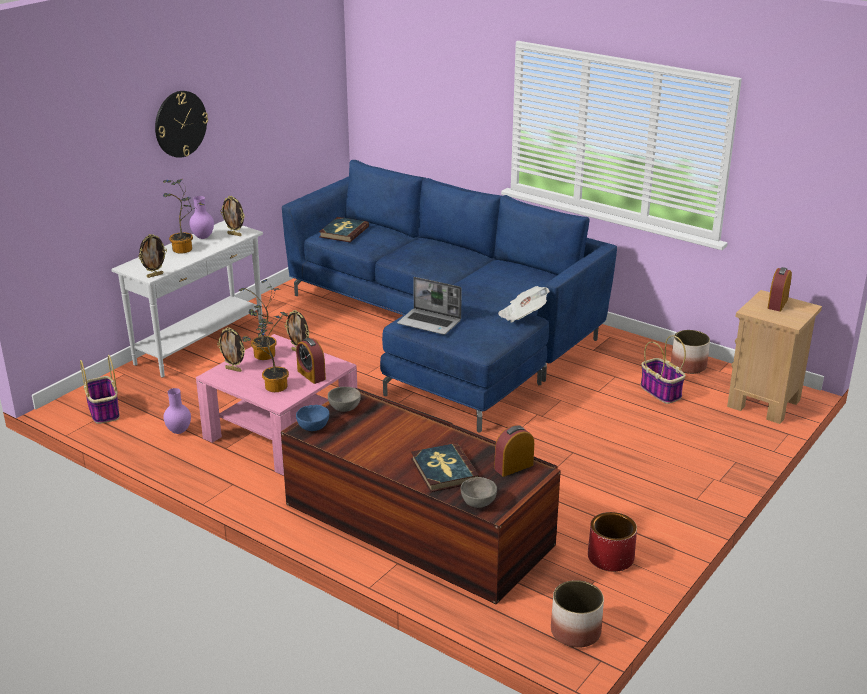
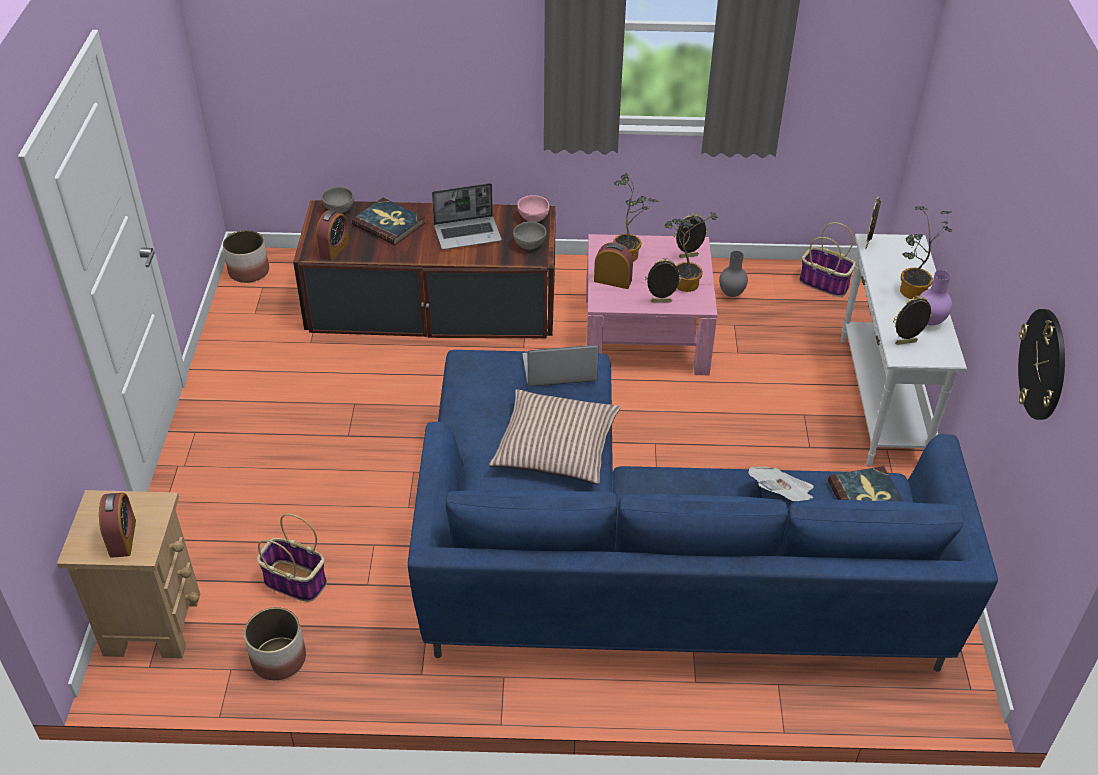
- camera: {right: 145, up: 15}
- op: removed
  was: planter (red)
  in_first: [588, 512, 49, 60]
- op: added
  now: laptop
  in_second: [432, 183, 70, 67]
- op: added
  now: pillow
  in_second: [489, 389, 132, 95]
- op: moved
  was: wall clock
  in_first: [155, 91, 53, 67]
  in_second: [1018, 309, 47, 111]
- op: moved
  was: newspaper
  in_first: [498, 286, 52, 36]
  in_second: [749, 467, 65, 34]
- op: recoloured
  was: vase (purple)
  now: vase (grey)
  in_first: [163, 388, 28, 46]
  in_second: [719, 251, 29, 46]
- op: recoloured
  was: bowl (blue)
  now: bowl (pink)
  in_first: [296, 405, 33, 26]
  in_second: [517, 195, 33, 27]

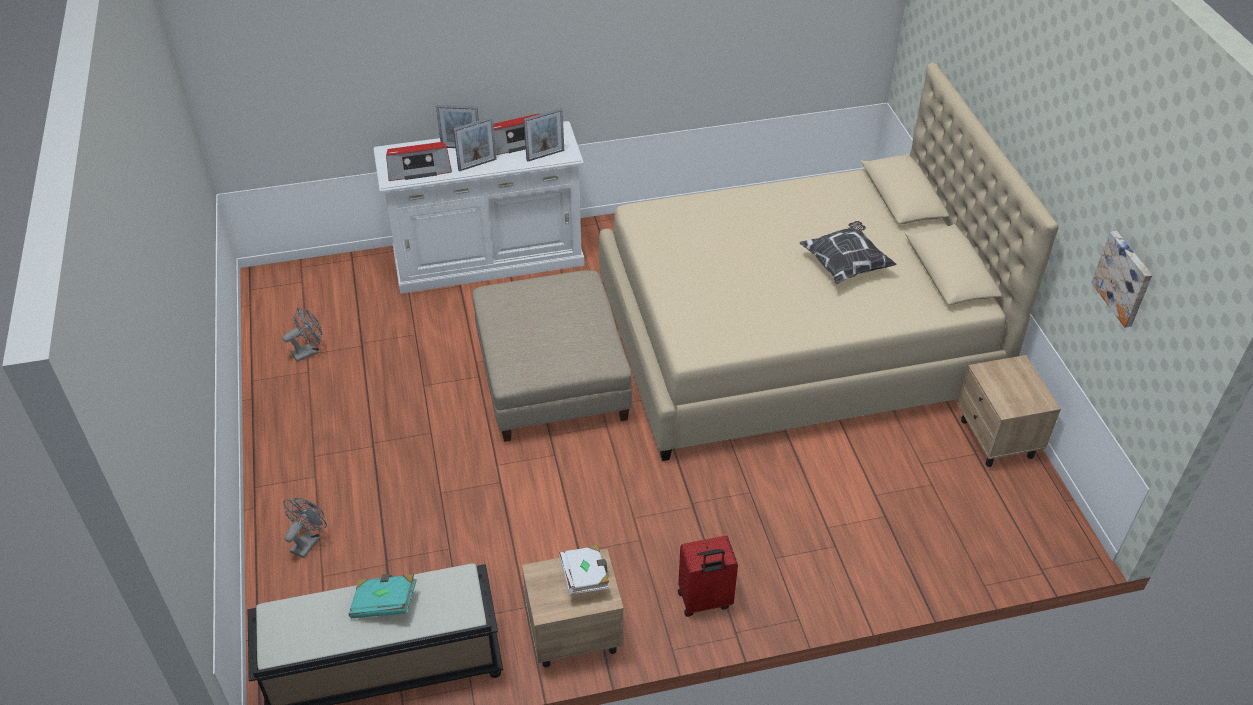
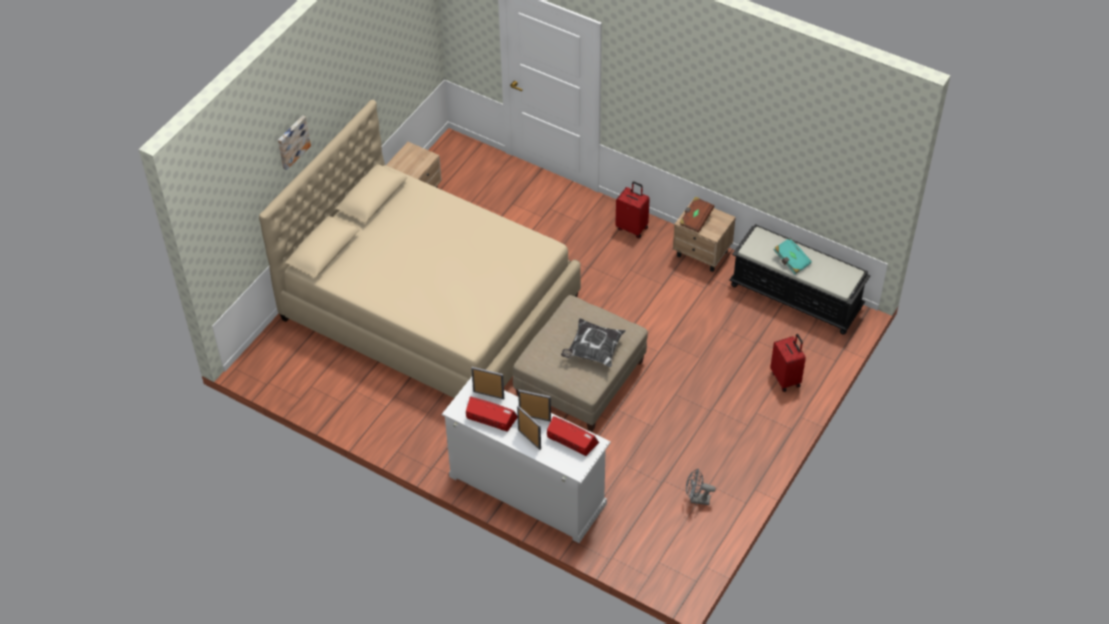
- camera: {right: -135, up: 5}
- op: moved
  was: pillow
  in_first: [799, 221, 98, 64]
  in_second: [561, 318, 65, 49]
- op: moved
  was: picture
  in_first: [1091, 231, 61, 97]
  in_second: [278, 115, 33, 55]
- op: replaced
  was: fan (grey)
  now: suitcase (red)
  in_first: [283, 497, 44, 61]
  in_second: [771, 334, 35, 58]
- op: recoloured
  was: book (white)
  now: book (brown)
  in_first: [559, 545, 50, 50]
  in_second: [679, 196, 36, 37]

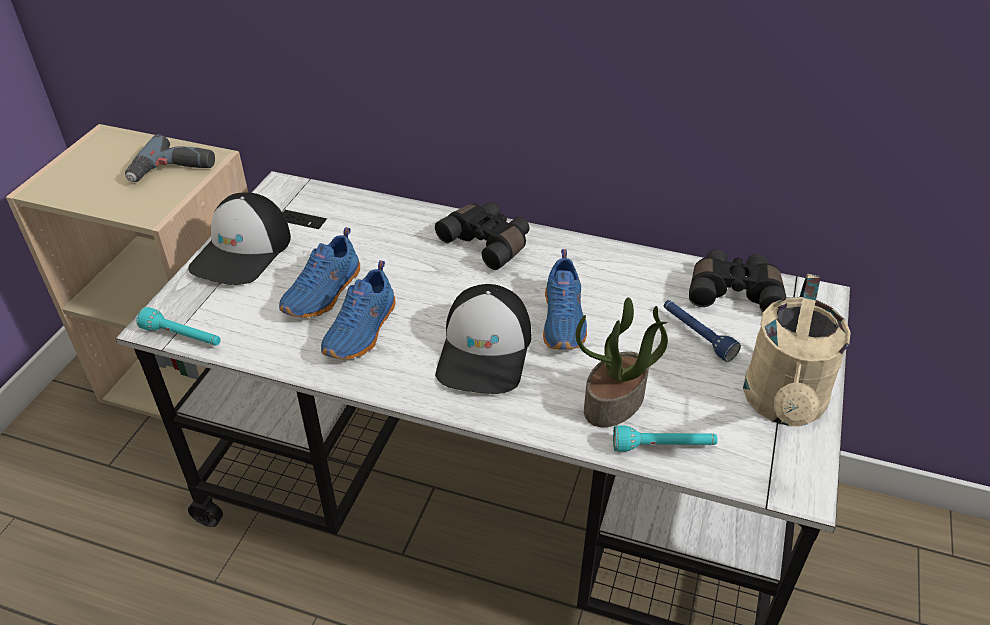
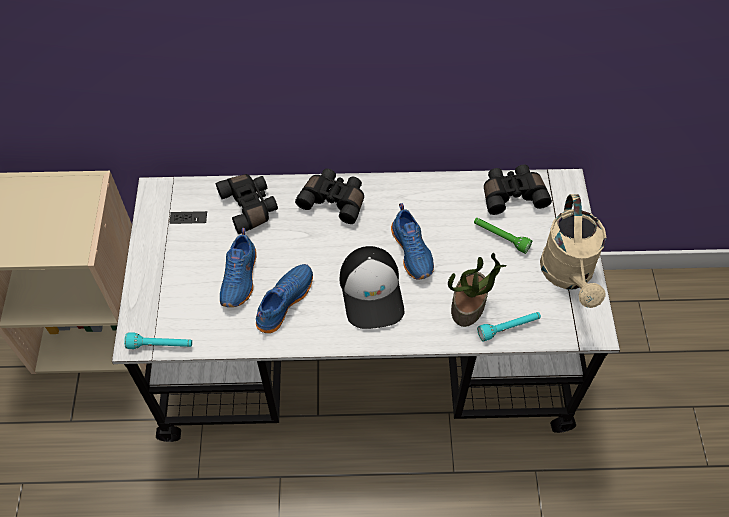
- camera: {right: -20, up: 15}
- op: removed
  was: power drill
  in_first: [125, 134, 90, 48]
- op: removed
  was: cap
  in_first: [188, 192, 103, 93]
- op: added
  now: binoculars (black)
  in_second: [216, 174, 62, 60]
- op: recoloured
  was: flashlight (blue)
  now: flashlight (green)
  in_first: [664, 300, 77, 62]
  in_second: [474, 218, 58, 36]
- op: turned
  was: shoe (blue)
  in_first: [321, 260, 75, 99]
  in_second: [256, 264, 57, 69]
  clockwise: -150

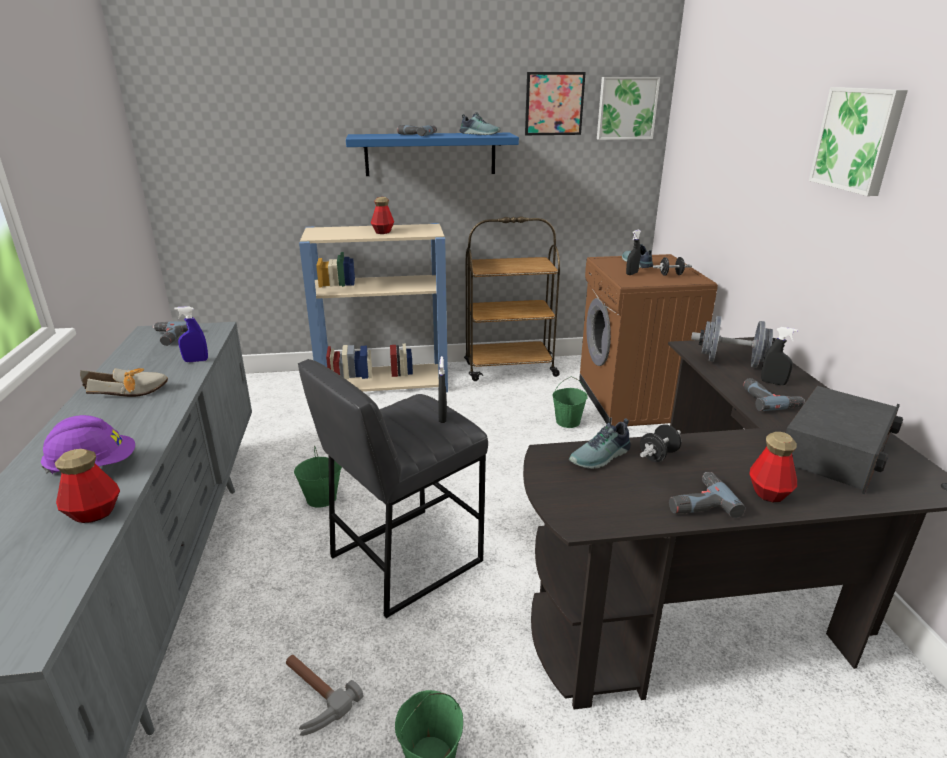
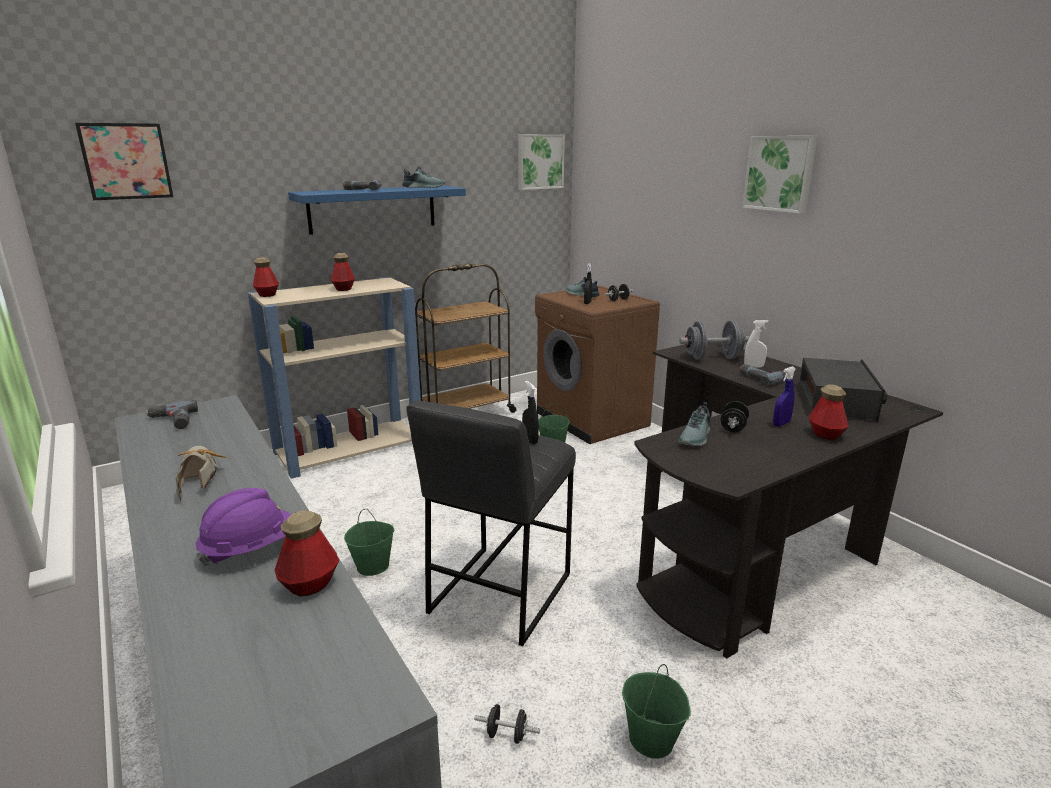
- camera: {right: -25, up: -5}
- op: removed
  was: power drill
  in_first: [669, 472, 77, 46]
- op: added
  now: bottle
  in_second: [253, 257, 26, 40]
- op: moved
  was: spray bottle (blue)
  in_first: [174, 306, 34, 56]
  in_second: [773, 366, 23, 61]
- op: moved
  was: picture
  in_first: [525, 72, 61, 63]
  in_second: [75, 123, 98, 77]
- op: replaced
  was: hammer
  now: dumbbell (black)
  in_first: [286, 654, 77, 82]
  in_second: [474, 704, 66, 40]
- op: recoloured
  was: spray bottle (black)
  now: spray bottle (white)
  in_first: [761, 327, 37, 58]
  in_second: [744, 320, 25, 48]
- op: turned
  was: shoe
  in_first: [80, 368, 88, 29]
  in_second: [176, 446, 51, 55]
  clockwise: -75

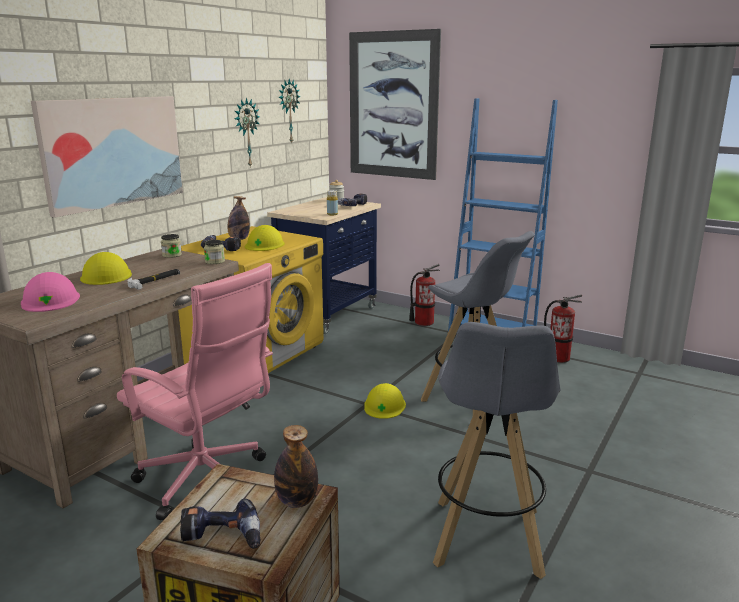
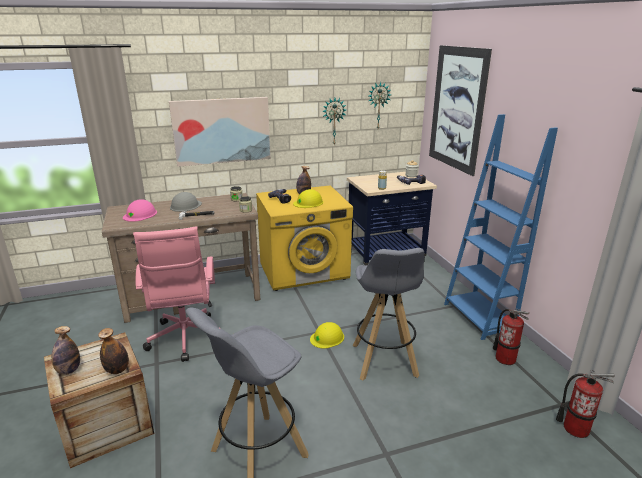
- camera: {right: 40, up: 5}
- op: moved
  was: fire extinguisher
  in_first: [409, 264, 31, 62]
  in_second: [556, 370, 59, 68]
- op: replaced
  was: power drill
  now: bottle
  in_first: [180, 499, 80, 50]
  in_second: [52, 326, 28, 49]
- op: recoloured
  was: hard hat (yellow)
  now: hard hat (grey)
  in_first: [80, 252, 52, 33]
  in_second: [170, 192, 32, 20]

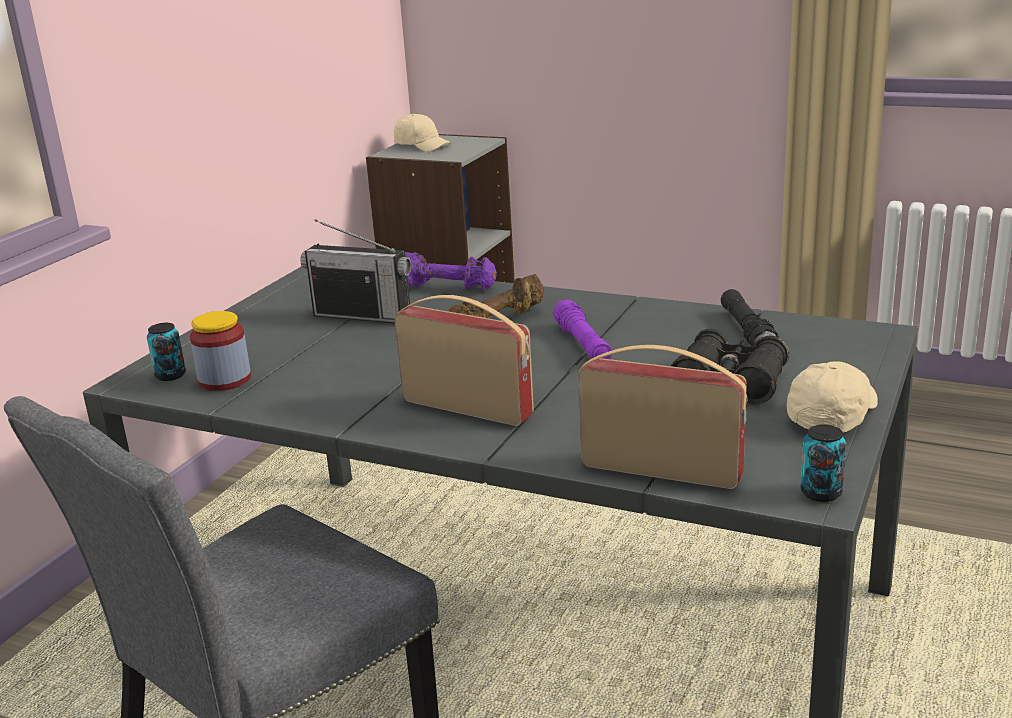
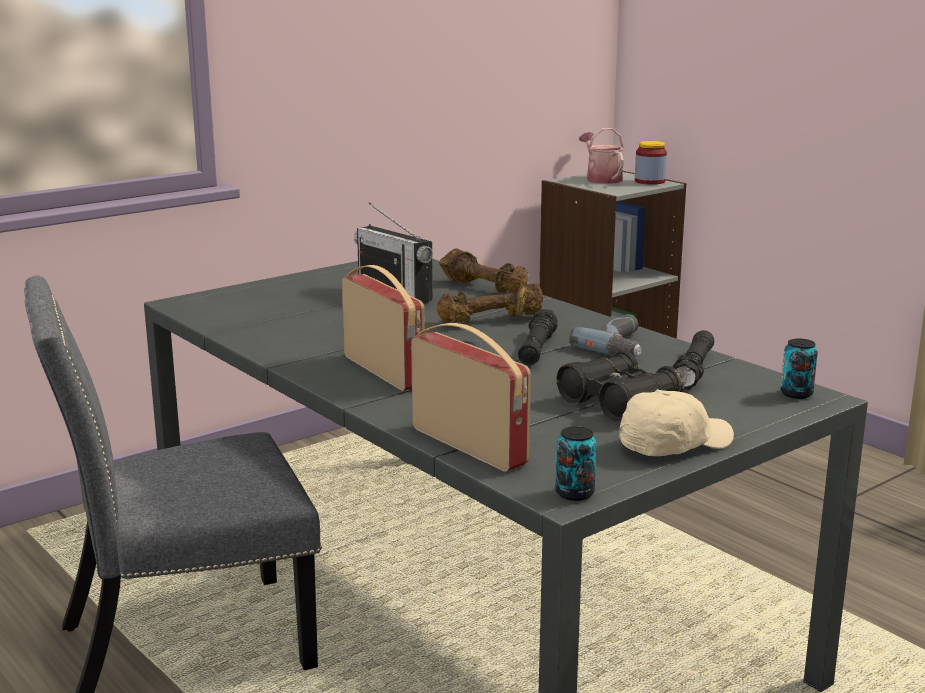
- camera: {right: 25, up: -5}
- op: added
  now: power drill
  in_second: [569, 314, 73, 43]
- op: moved
  was: can
  in_first: [147, 323, 39, 58]
  in_second: [780, 338, 38, 61]
- op: moved
  was: jar
  in_first: [190, 311, 61, 80]
  in_second: [635, 141, 32, 44]
- op: replaced
  was: cap (beige)
  now: watering can
  in_first: [394, 114, 57, 38]
  in_second: [579, 128, 45, 56]
- op: recoloured
  was: dumbbell (purple)
  now: dumbbell (brown)
  in_first: [405, 252, 92, 38]
  in_second: [439, 248, 89, 45]
- op: recoloured
  was: flashlight (purple)
  now: flashlight (black)
  in_first: [553, 300, 59, 59]
  in_second: [518, 309, 40, 56]

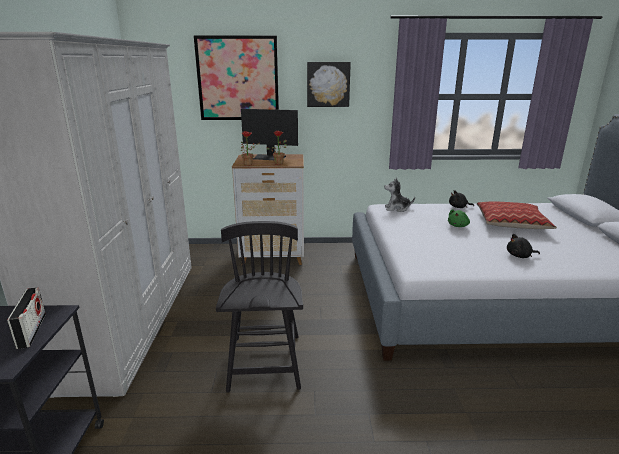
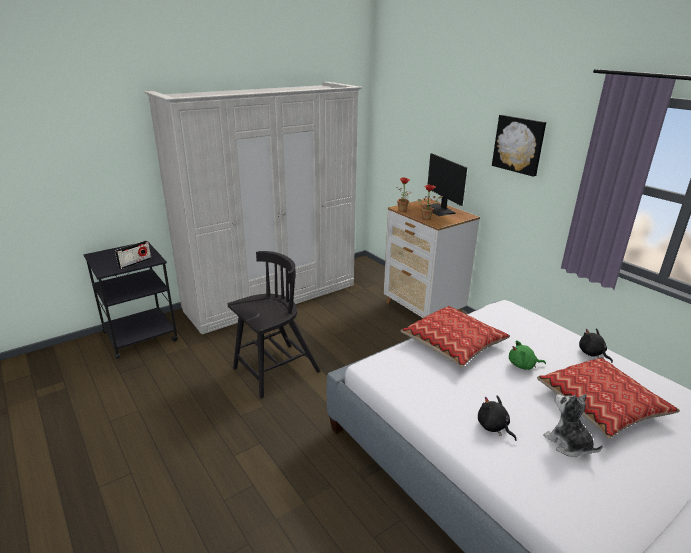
- camera: {right: 55, up: 5}
- op: removed
  was: picture
  in_first: [194, 35, 85, 85]
- op: added
  now: pillow
  in_second: [401, 306, 109, 61]
- op: moved
  was: plush toy
  in_first: [384, 178, 31, 34]
  in_second: [543, 394, 60, 63]

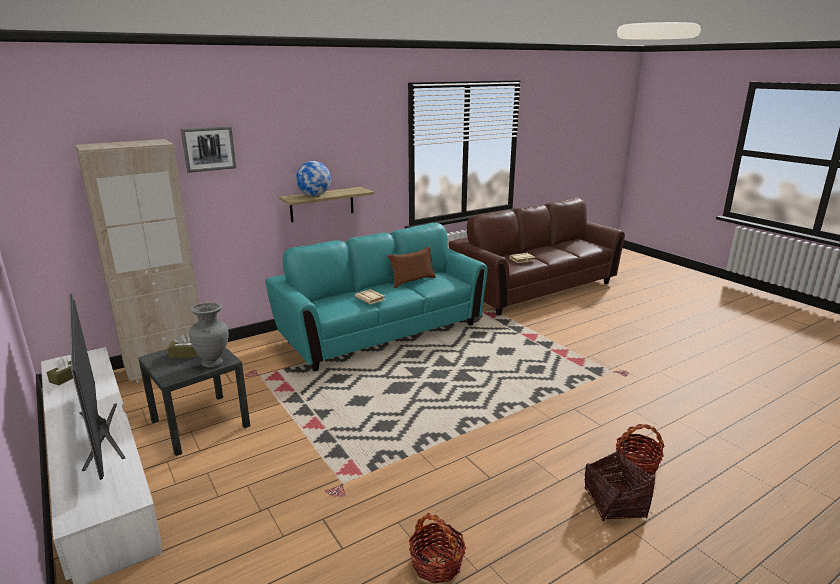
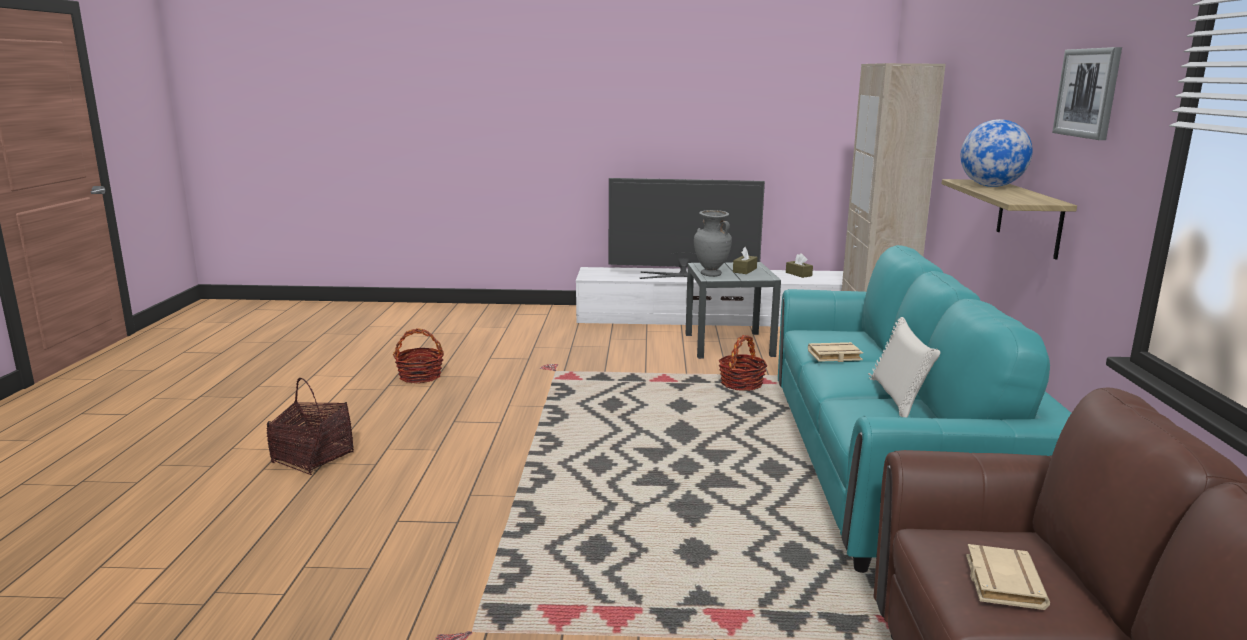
- camera: {right: 125, up: -5}
- op: moved
  was: picture
  in_first: [181, 126, 55, 47]
  in_second: [1052, 47, 70, 93]
- op: moved
  was: basket
  in_first: [616, 424, 49, 52]
  in_second: [719, 335, 48, 56]
- op: recoloured
  was: pillow (brown)
  now: pillow (white)
  in_first: [387, 246, 49, 42]
  in_second: [868, 317, 72, 100]

